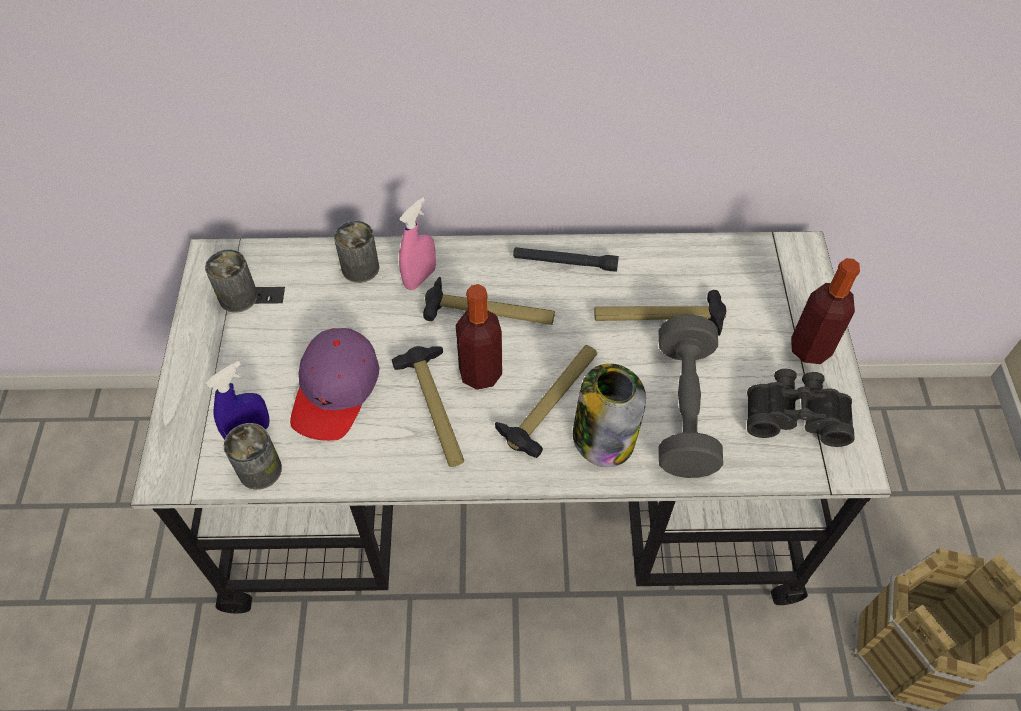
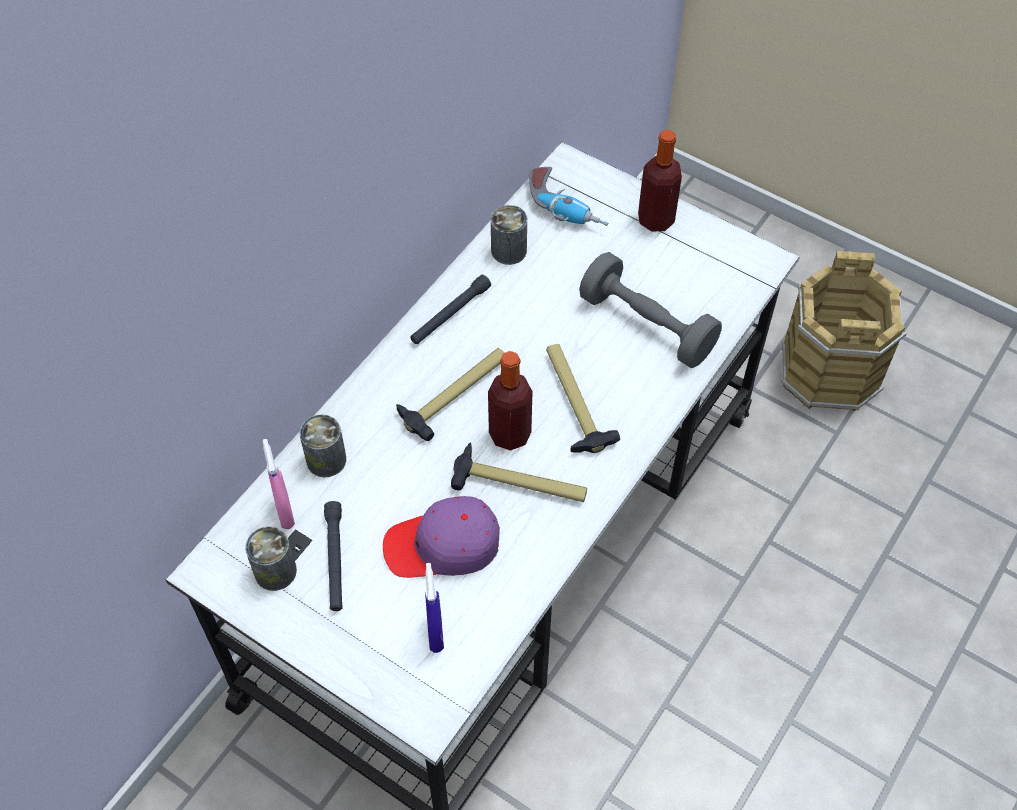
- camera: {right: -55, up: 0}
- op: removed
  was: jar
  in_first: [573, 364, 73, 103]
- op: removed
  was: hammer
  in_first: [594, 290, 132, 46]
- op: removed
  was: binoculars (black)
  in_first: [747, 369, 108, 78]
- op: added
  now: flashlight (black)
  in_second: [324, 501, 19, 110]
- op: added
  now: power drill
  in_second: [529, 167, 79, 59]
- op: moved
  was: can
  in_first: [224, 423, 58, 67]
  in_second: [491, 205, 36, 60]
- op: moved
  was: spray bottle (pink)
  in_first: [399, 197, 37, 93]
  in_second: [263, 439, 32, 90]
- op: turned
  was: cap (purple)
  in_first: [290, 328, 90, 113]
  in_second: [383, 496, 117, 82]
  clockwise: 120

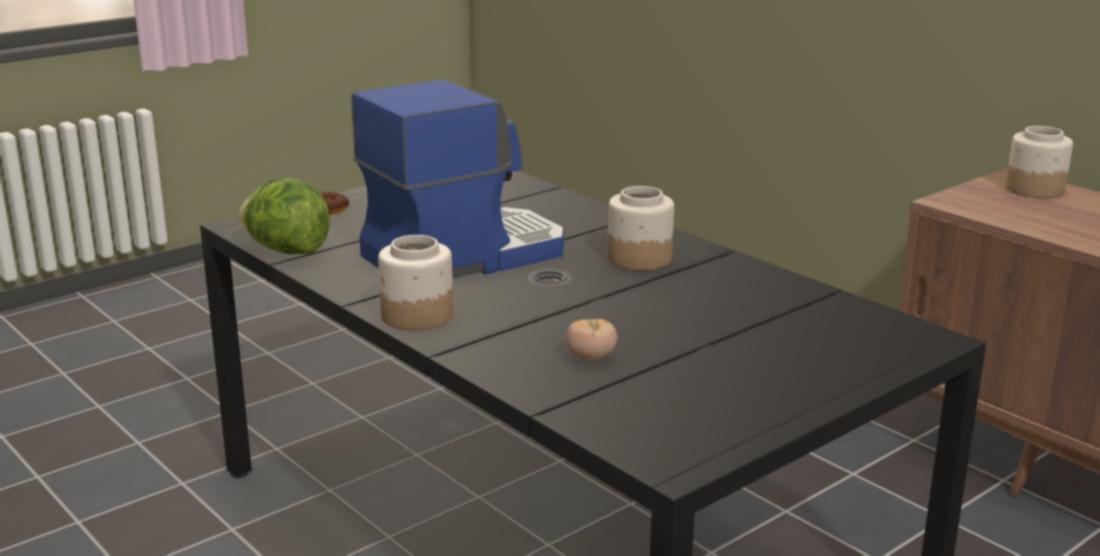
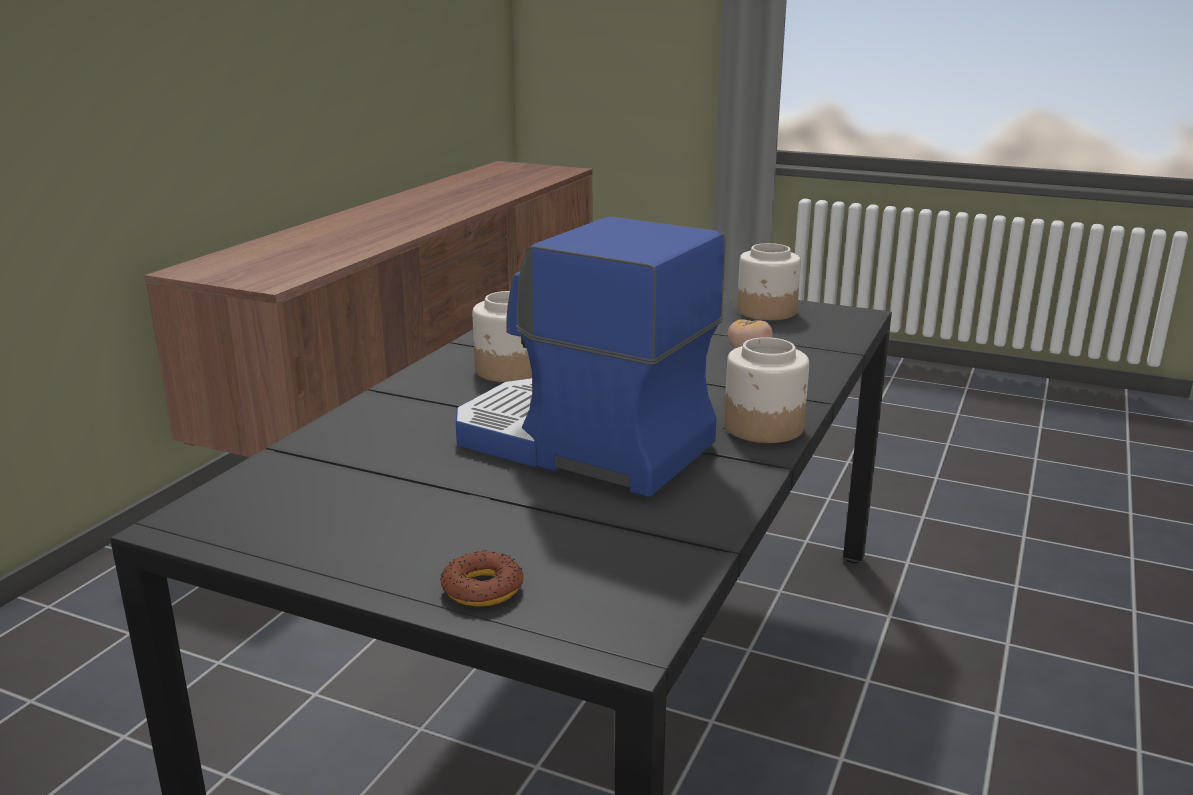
- camera: {right: -115, up: 0}
- op: removed
  was: lettuce
  in_first: [238, 178, 92, 76]
- op: moved
  was: jar
  in_first: [1006, 126, 67, 72]
  in_second: [737, 243, 64, 77]

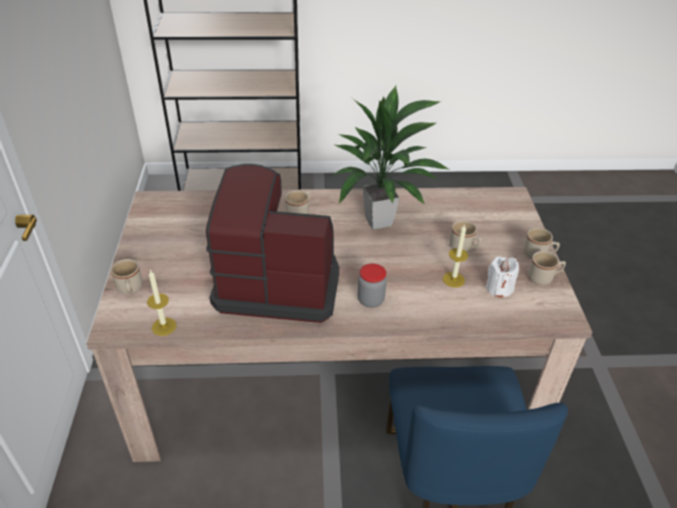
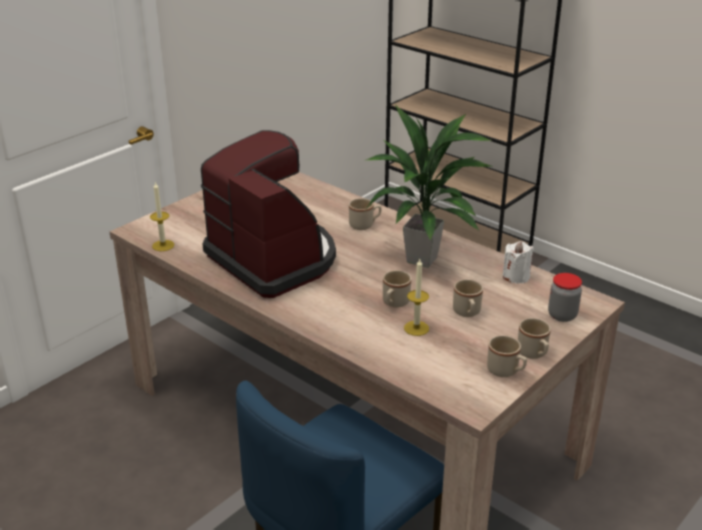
- camera: {right: 45, up: -10}
- op: moved
  was: mug (beige)
  in_first: [111, 259, 31, 35]
  in_second: [383, 270, 28, 37]
- op: moved
  was: jar
  in_first: [358, 263, 29, 45]
  in_second: [548, 273, 34, 49]
- op: moved
  was: candle (white)
  in_first: [486, 256, 33, 41]
  in_second: [503, 241, 31, 43]

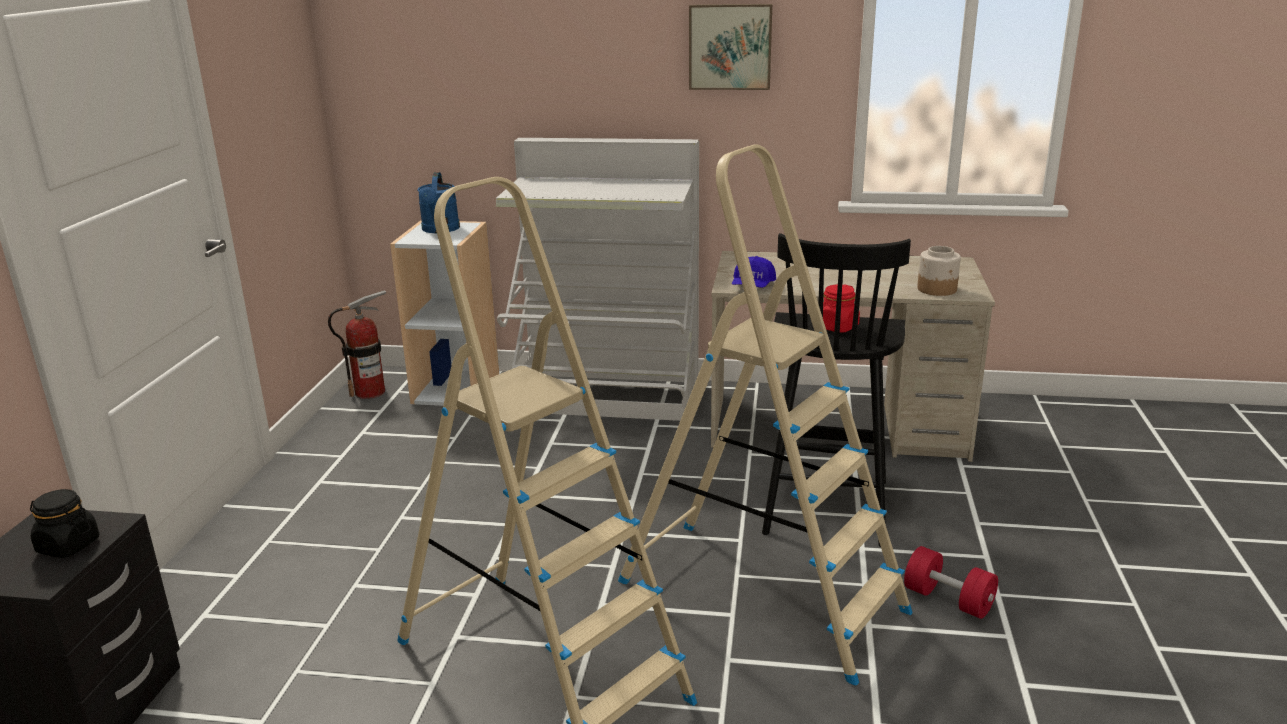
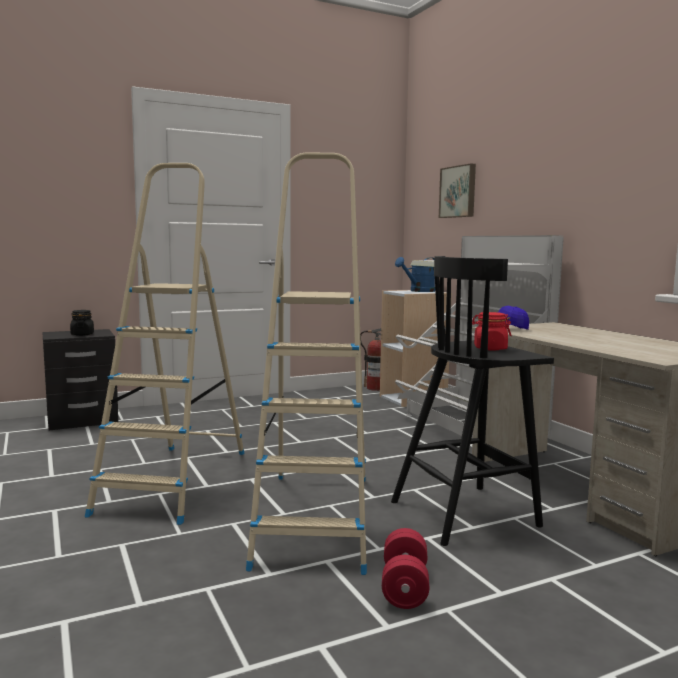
- camera: {right: 55, up: -15}
- op: removed
  was: jar
  in_first: [917, 246, 44, 50]
- op: moved
  was: picture
  in_first: [689, 4, 83, 86]
  in_second: [439, 163, 37, 55]

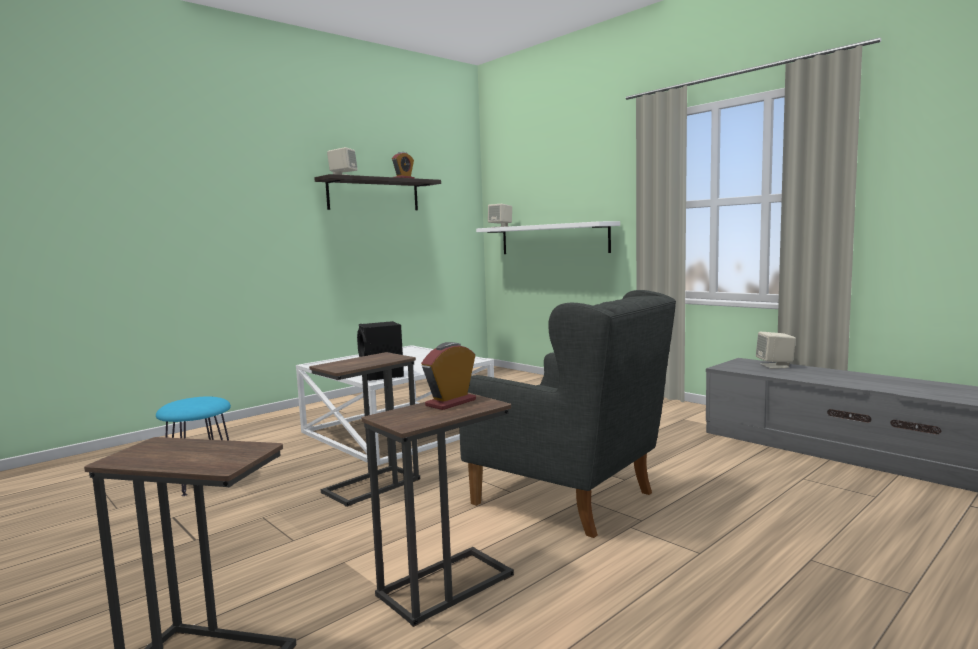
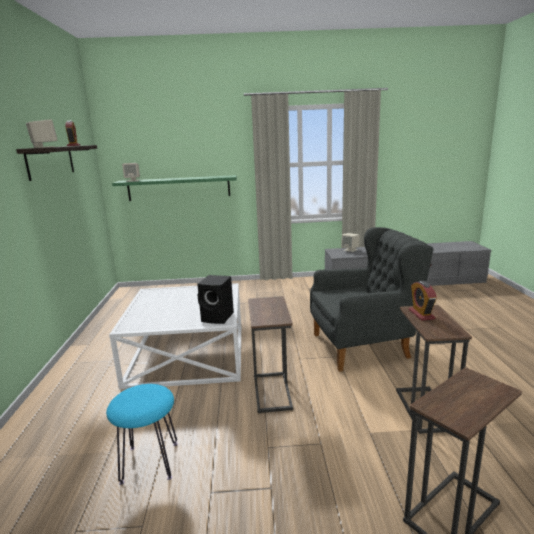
- camera: {right: -50, up: 10}
- op: recoloured
  was: shelf (white)
  now: shelf (green)
  in_first: [476, 221, 144, 33]
  in_second: [112, 175, 125, 26]

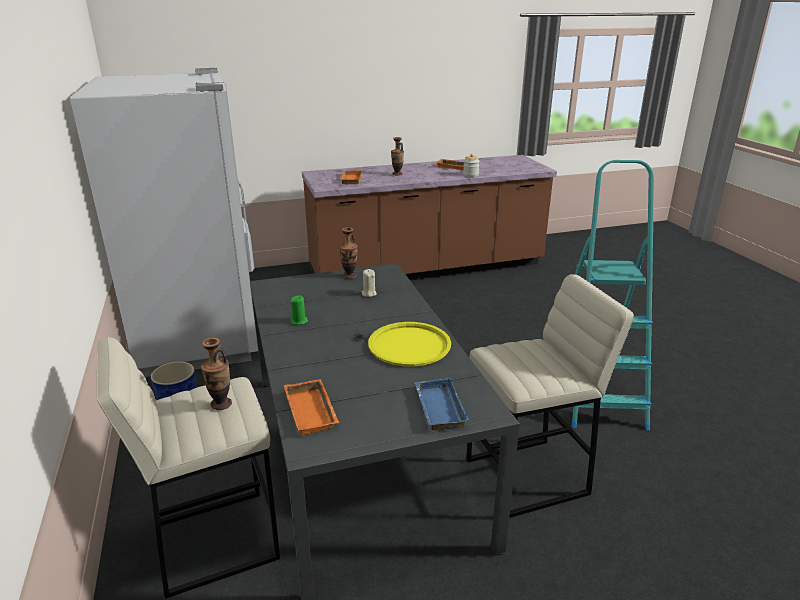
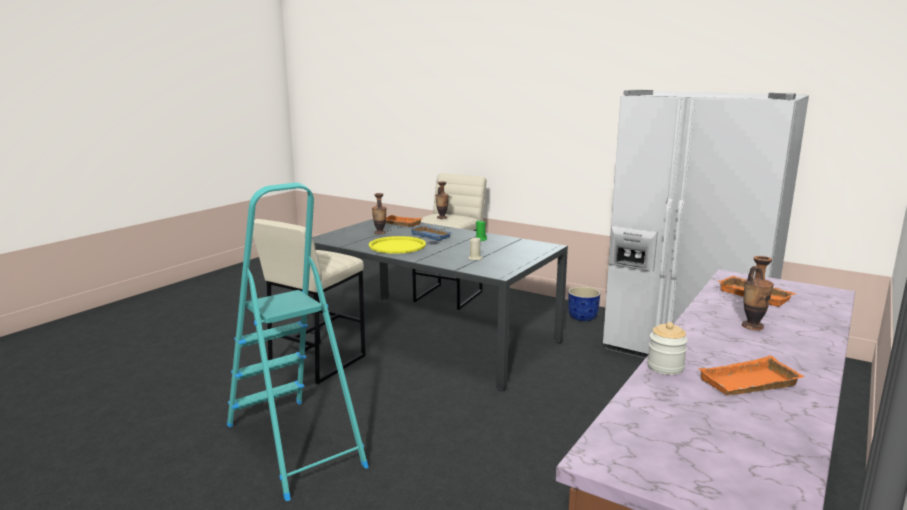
- camera: {right: 140, up: -10}
- op: moved
  was: vase
  in_first: [339, 227, 19, 52]
  in_second: [372, 193, 14, 41]
- op: moved
  was: tray (blue)
  in_first: [415, 378, 54, 53]
  in_second: [409, 225, 43, 16]

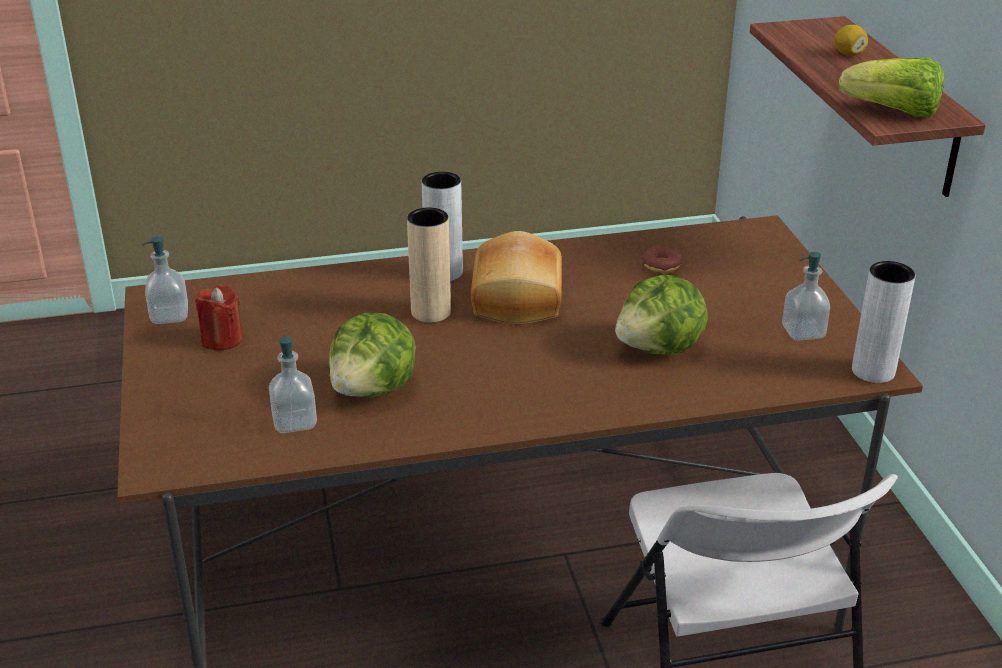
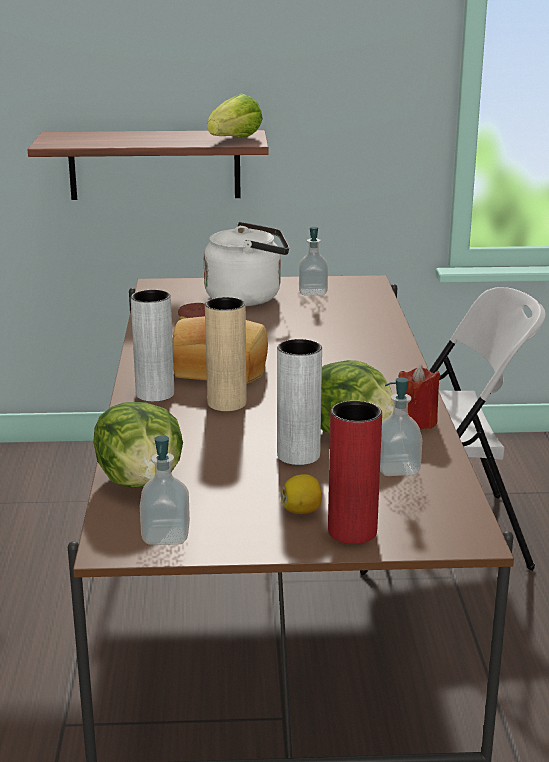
- camera: {right: -80, up: -10}
- op: added
  now: kettle (white)
  in_second: [204, 222, 85, 84]
- op: added
  now: vase (red)
  in_second: [328, 401, 54, 143]
- op: moved
  was: candle (red)
  in_first: [195, 284, 48, 66]
  in_second: [398, 365, 43, 65]
- op: moved
  was: lettuce
  in_first: [615, 275, 93, 80]
  in_second: [93, 402, 90, 86]
- op: moved
  was: lemon
  in_first: [834, 25, 34, 31]
  in_second: [281, 474, 41, 40]
- op: moved
  was: vase (grey)
  in_first: [852, 261, 63, 122]
  in_second: [277, 339, 45, 126]

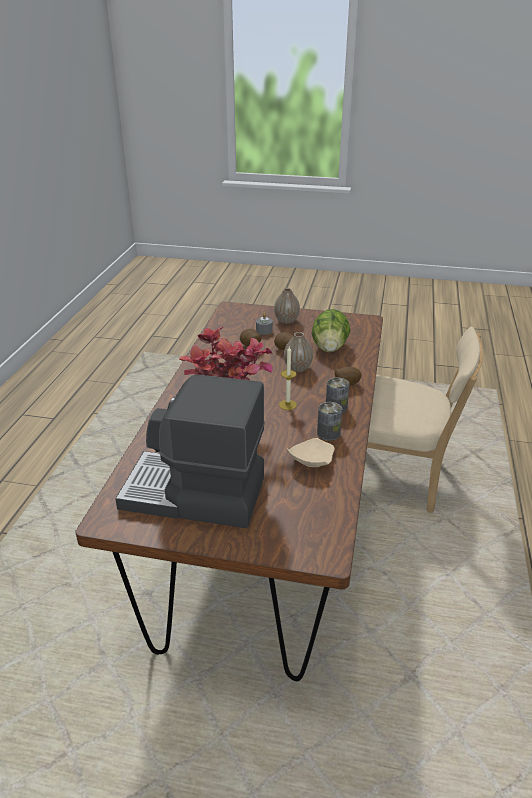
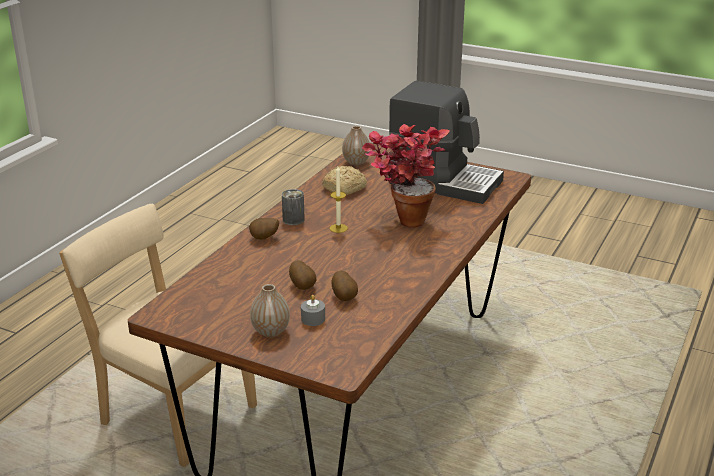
- camera: {right: -165, up: -5}
- op: removed
  was: lettuce
  in_first: [312, 309, 38, 43]
- op: removed
  was: can
  in_first: [317, 402, 25, 39]
- op: moved
  was: vase
  in_first: [284, 332, 29, 40]
  in_second: [342, 126, 28, 39]
- op: replaced
  was: plate (beige)
  now: bread
  in_first: [287, 438, 48, 29]
  in_second: [322, 166, 45, 29]

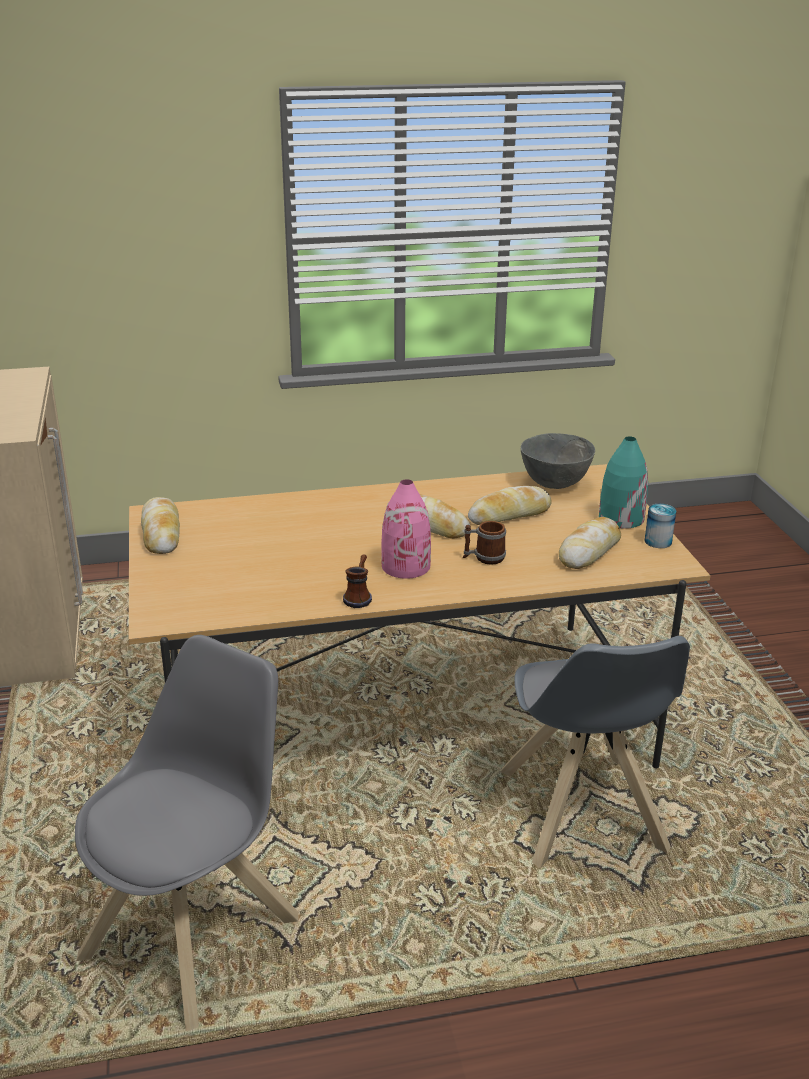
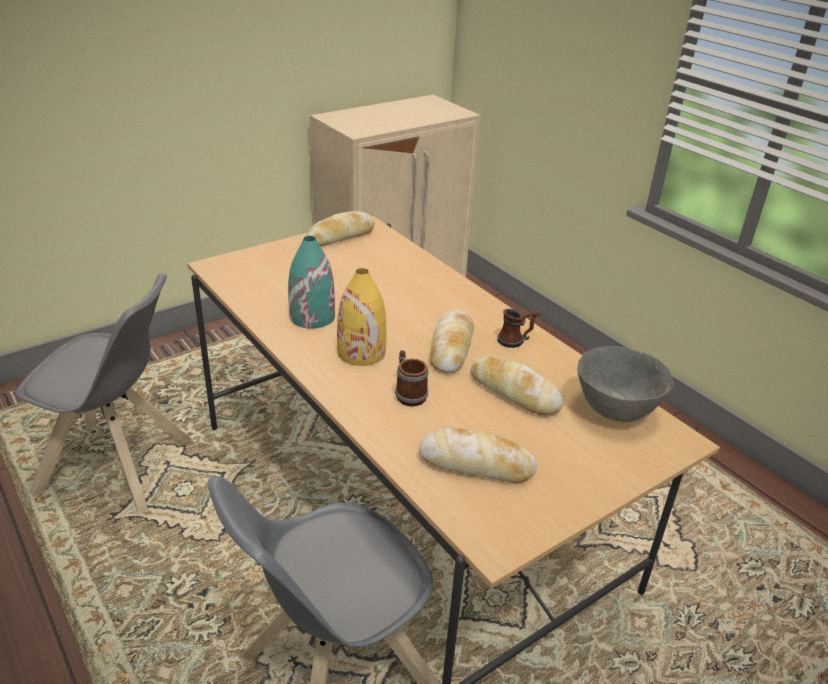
- camera: {right: 65, up: 5}
- op: removed
  was: can
  in_first: [645, 504, 31, 44]
- op: moved
  was: mug
  in_first: [343, 554, 29, 54]
  in_second: [498, 309, 43, 39]
- op: moved
  was: vase (turquoise)
  in_first: [599, 437, 49, 92]
  in_second: [288, 236, 47, 93]
- op: recoloured
  was: vase (pink)
  now: vase (yellow)
  in_first: [381, 479, 50, 100]
  in_second: [337, 268, 49, 98]

